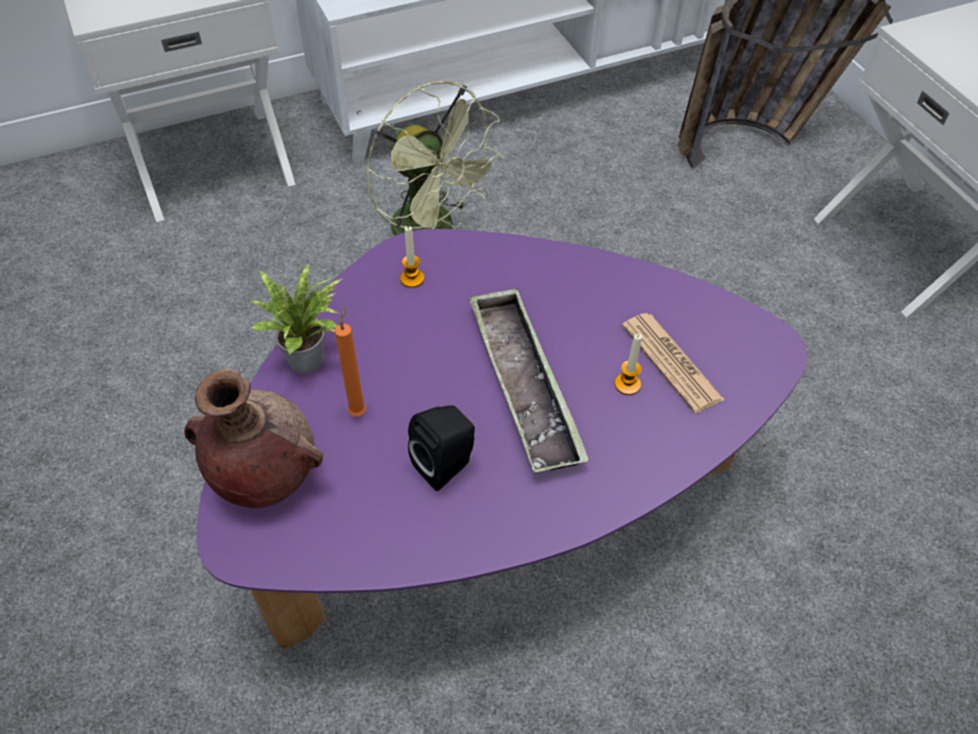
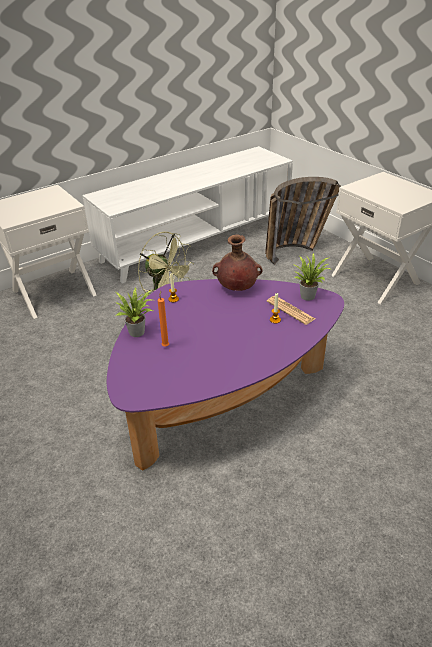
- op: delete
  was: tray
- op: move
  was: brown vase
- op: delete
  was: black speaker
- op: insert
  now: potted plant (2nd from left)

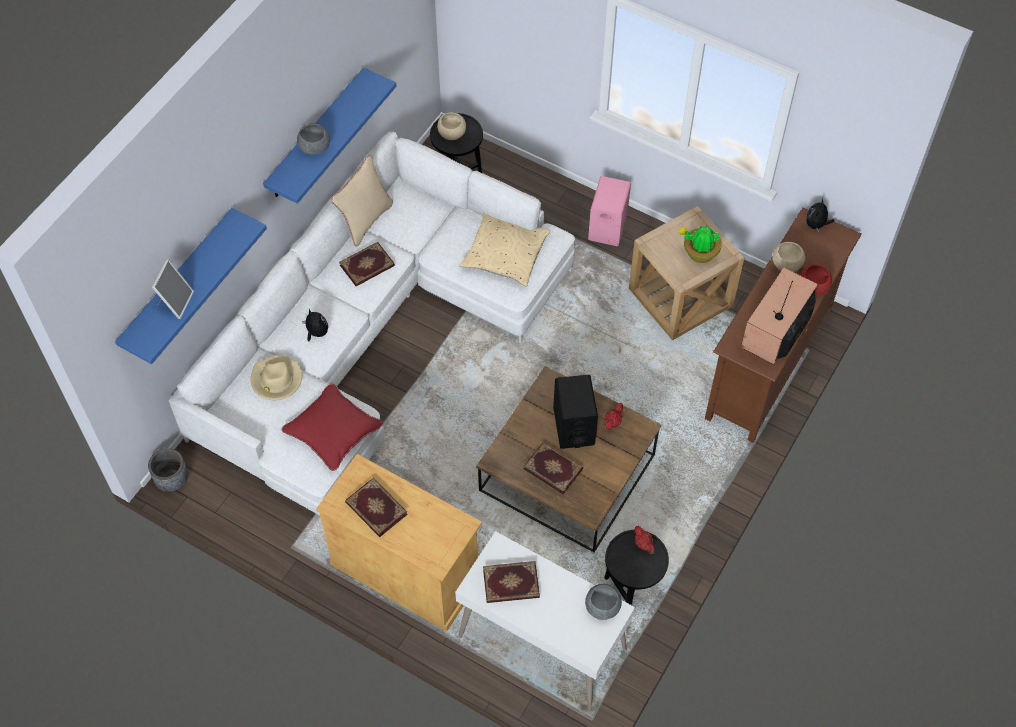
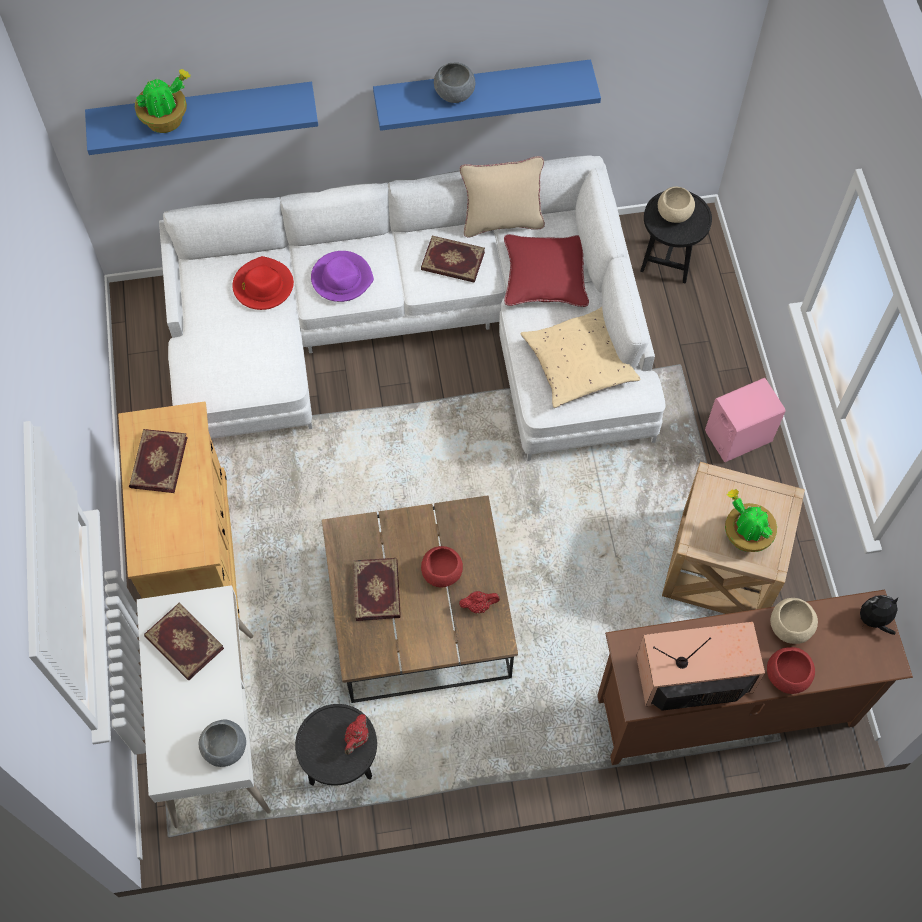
- op: replace
  was: picture frame
  now: potted plant (1st from left)
- op: replace
  was: plush toy (1st from left)
  now: purple hat
- op: recolor
  was: beige hat
  now: red hat
- op: replace
  was: black speaker
  now: red bowl (1st from left)
- op: move
  was: red pillow
- op: delete
  was: grey planter

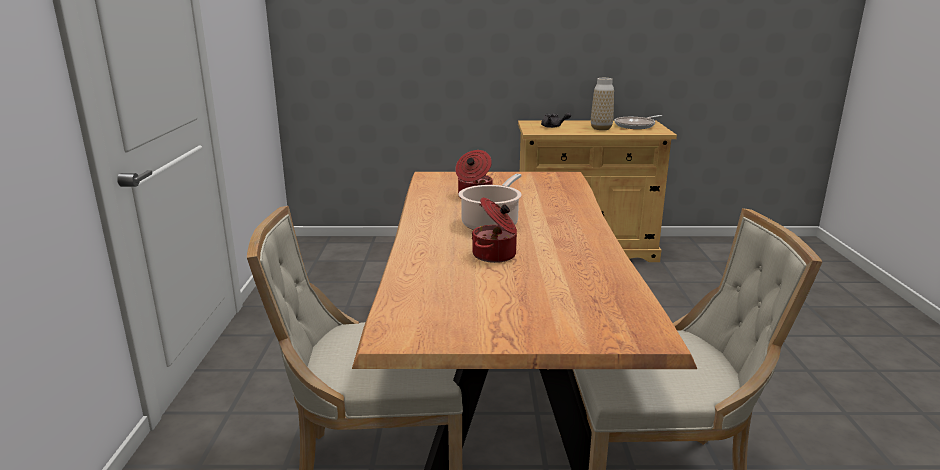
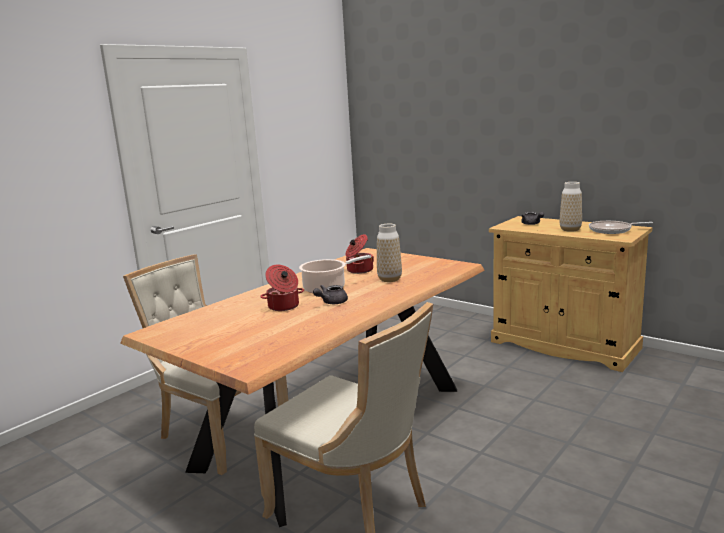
- op: insert
  now: vase (1st from left)
- op: insert
  now: grey teapot (1st from left)

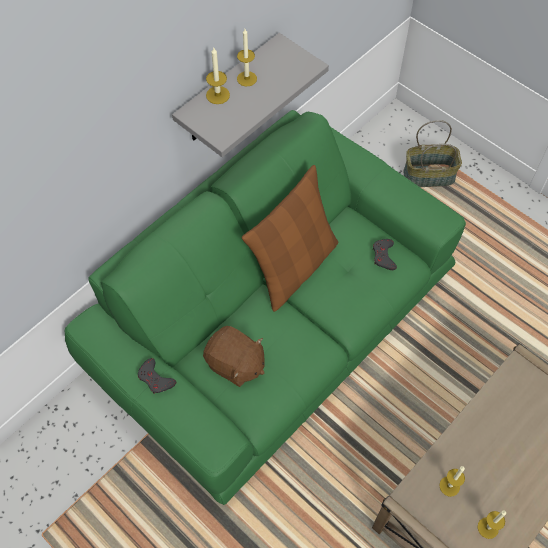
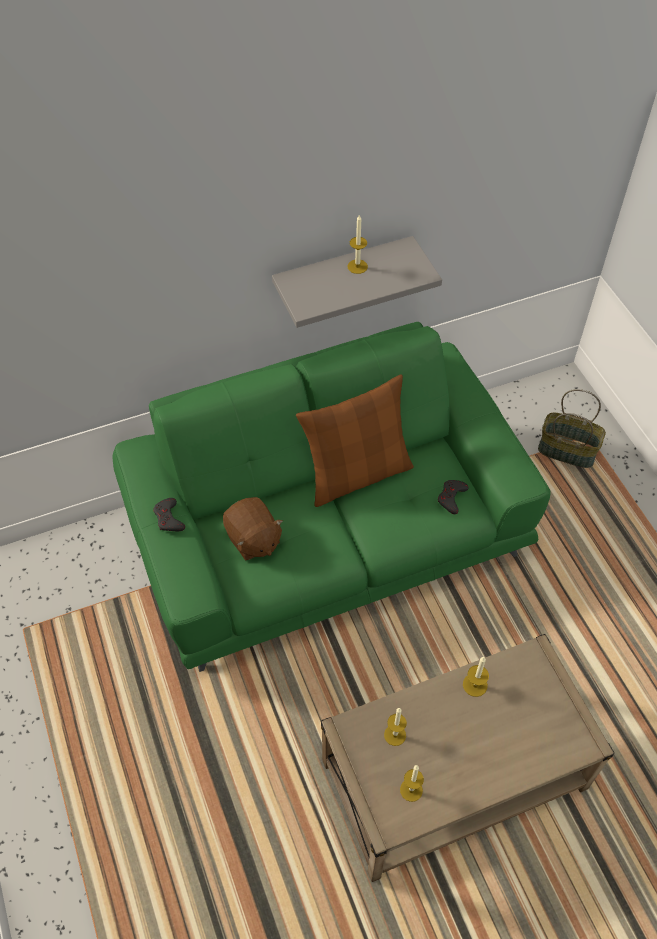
- op: move
  was: candle (1st from left in the first image)
  now: candle (4th from left)

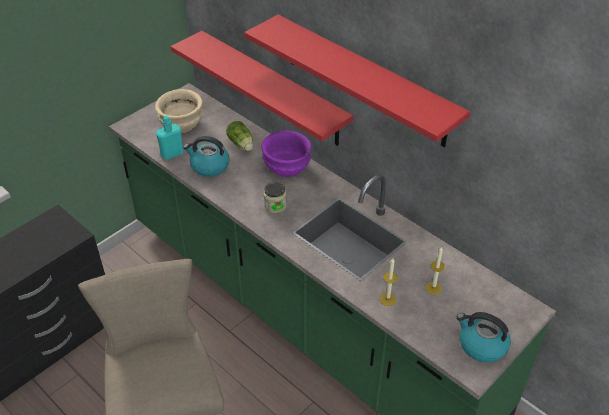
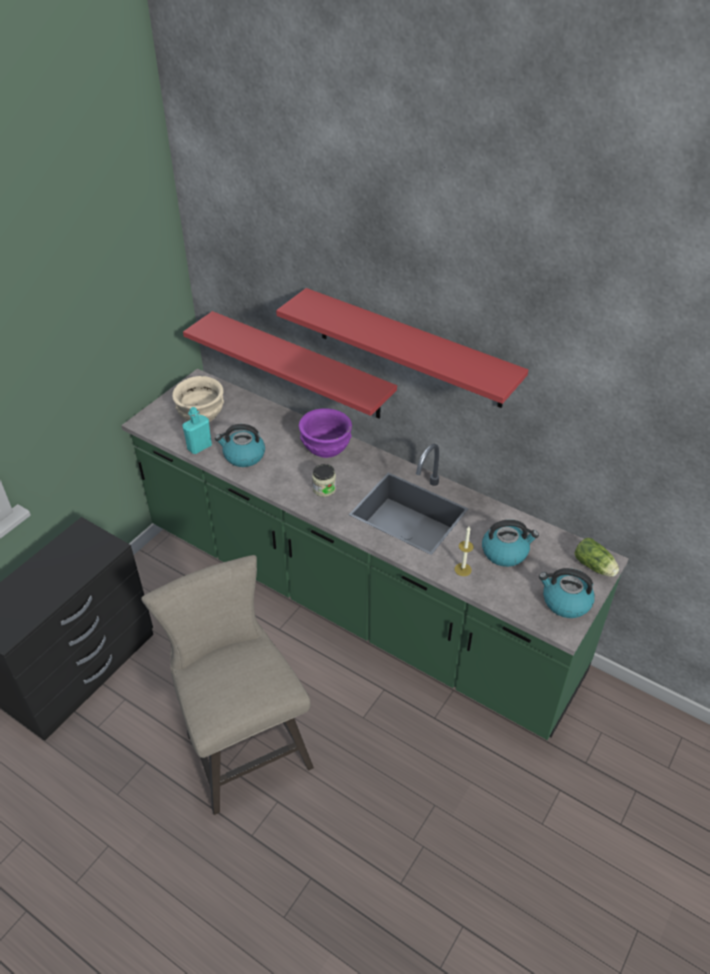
- op: move
  was: lettuce
- op: replace
  was: candle (2nd from left)
  now: kettle (2nd from left)

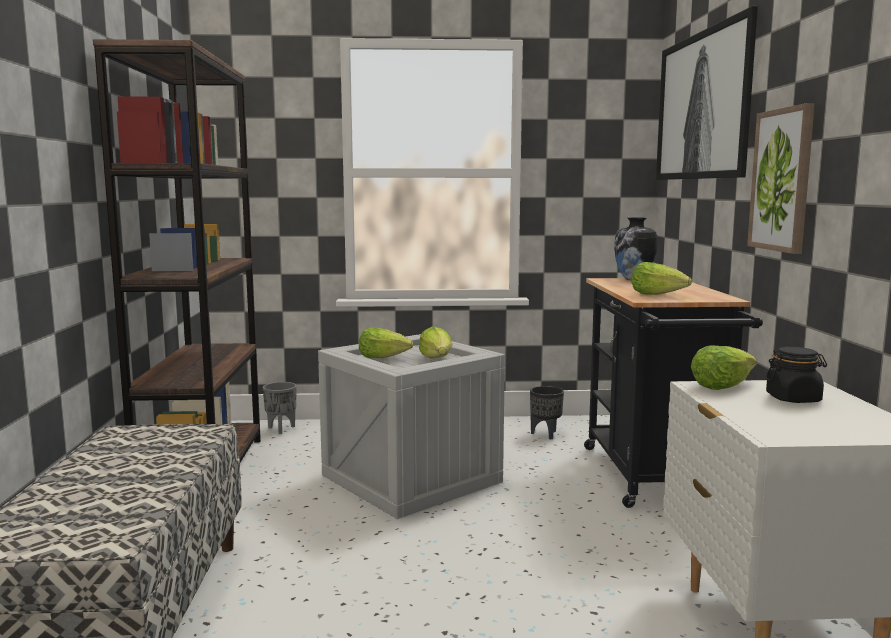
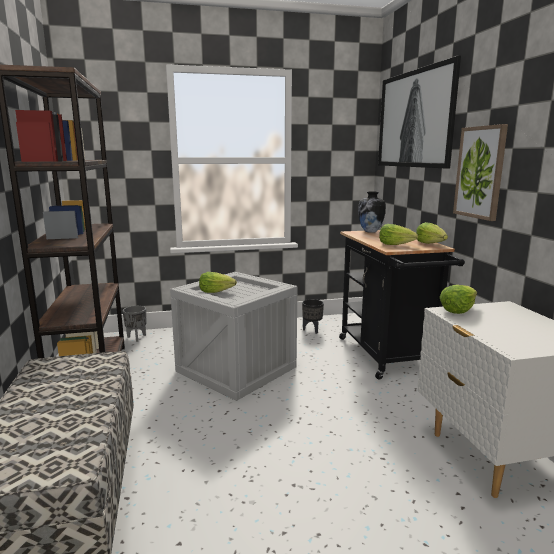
- op: move
  was: lettuce (2nd from left in the first image)
  now: lettuce (3rd from left)
- op: delete
  was: black jar

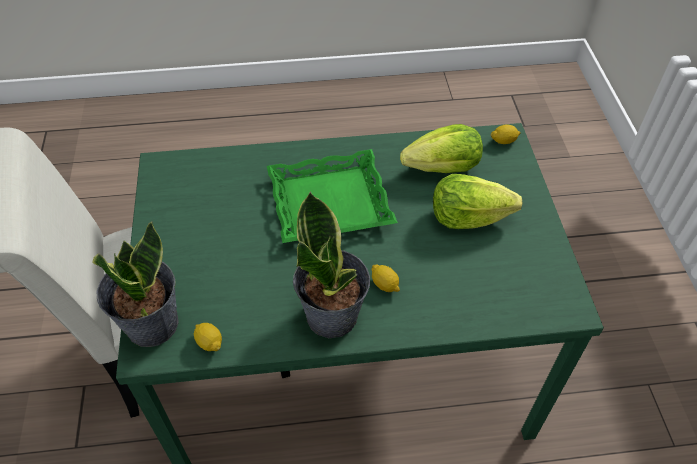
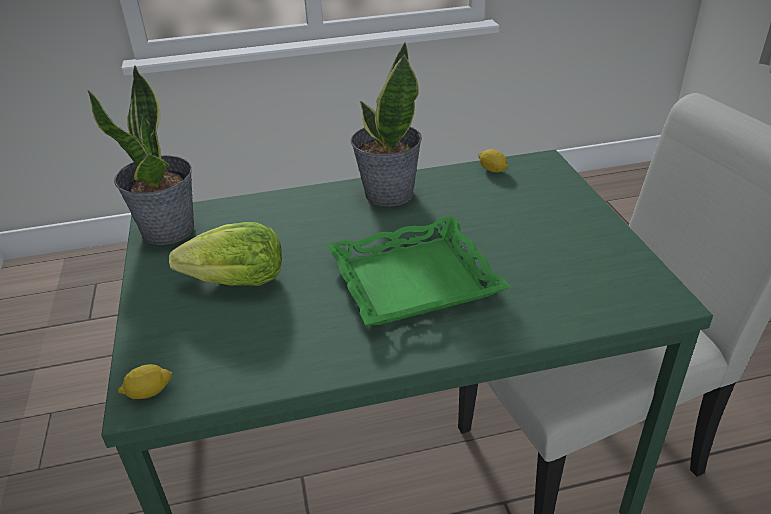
- op: delete
  was: lettuce (1st from left)
- op: move
  was: potted plant (1st from left)
- op: delete
  was: lemon (2nd from left)

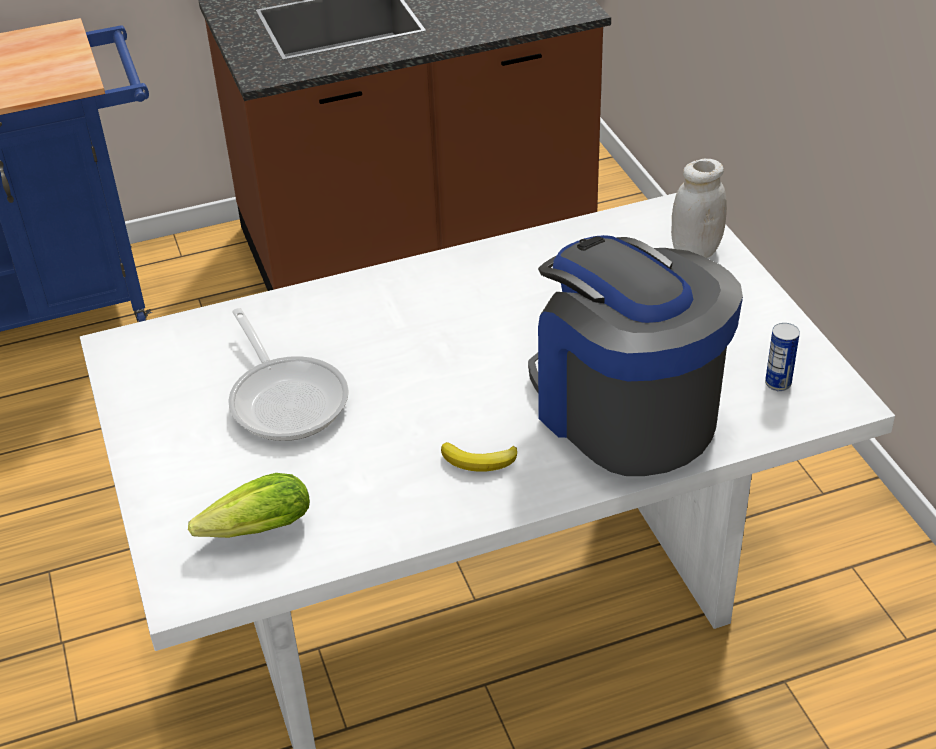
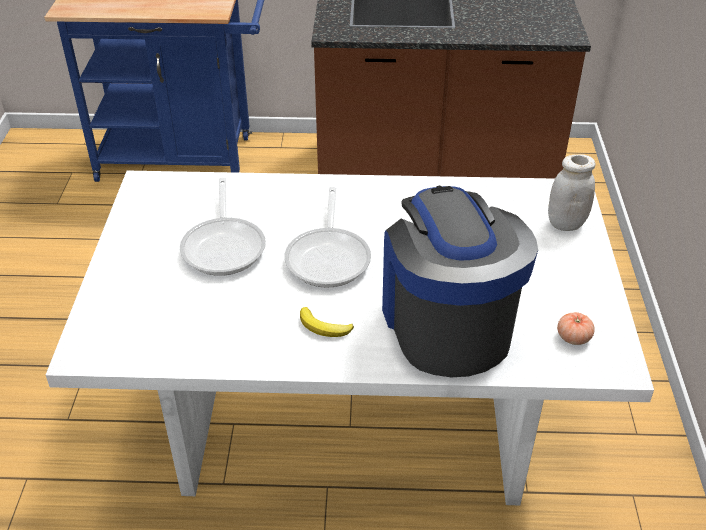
- op: replace
  was: can
  now: tomato
- op: delete
  was: lettuce
- op: insert
  now: frying pan (2nd from left)

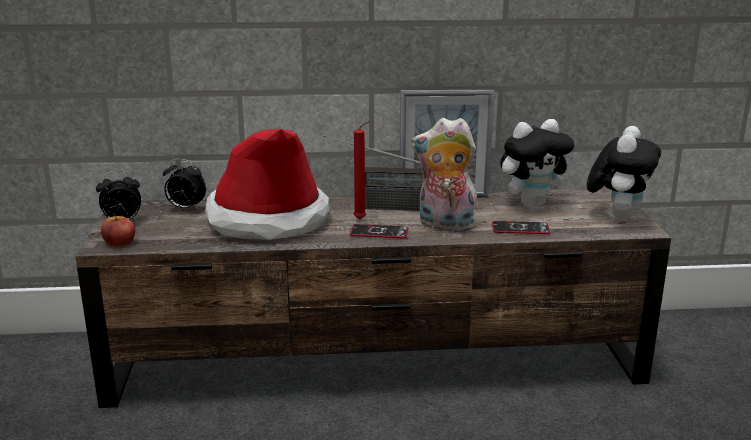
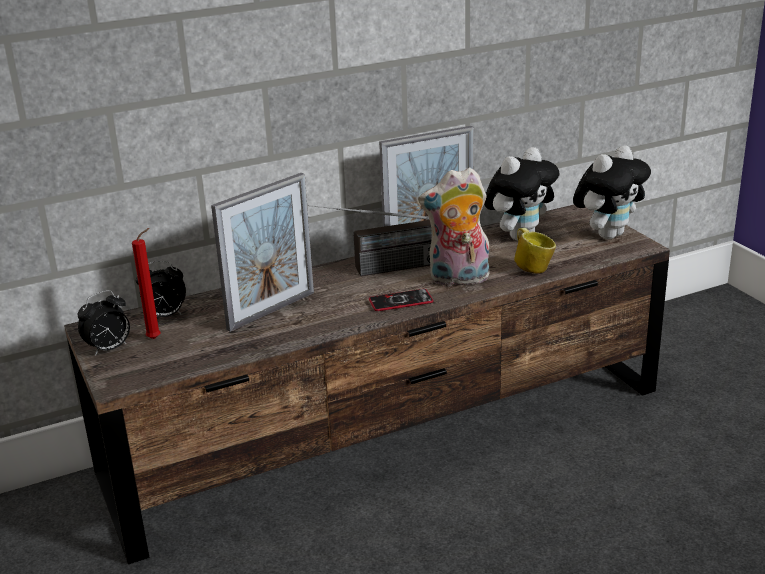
- op: move
  was: red candle
- op: rotate
  was: plush toy (3rd from left)
  clockwise: 45
- op: replace
  was: hat
  now: picture frame (1st from left)
- op: delete
  was: apple
- op: replace
  was: phone (2nd from left)
  now: mug

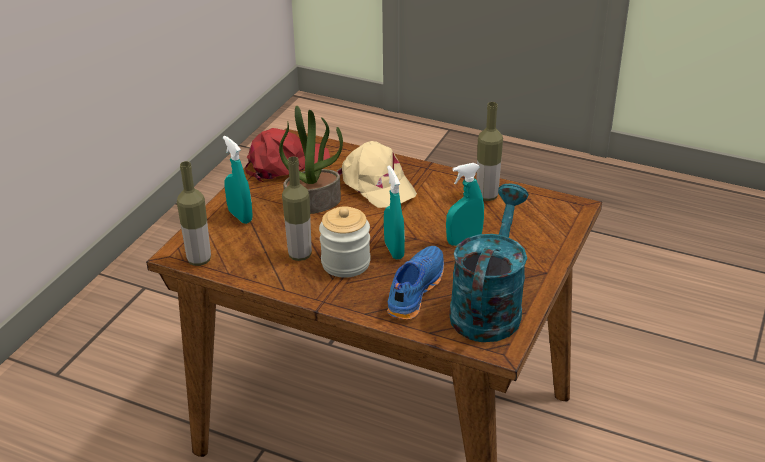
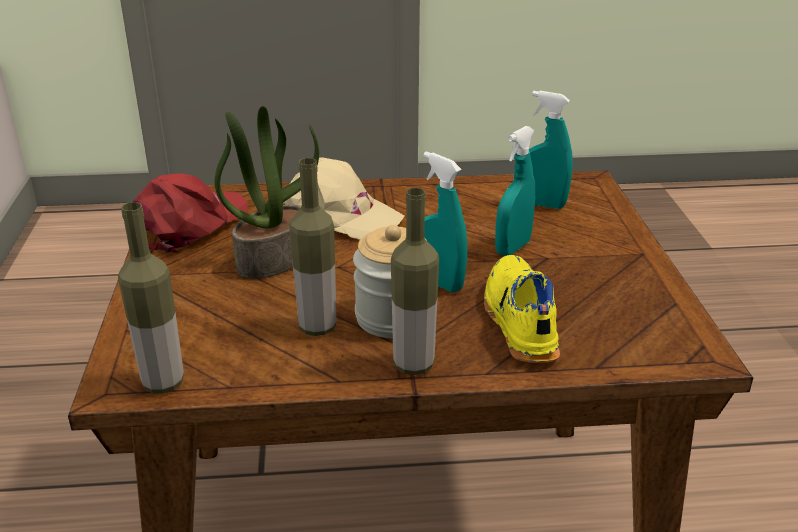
- op: move
  was: bottle (3rd from left)
- op: move
  was: turquoise spray bottle (1st from left in the first image)
  now: turquoise spray bottle (3rd from left)
- op: delete
  was: turquoise watering can
- op: recolor
  was: blue shoe
  now: yellow shoe

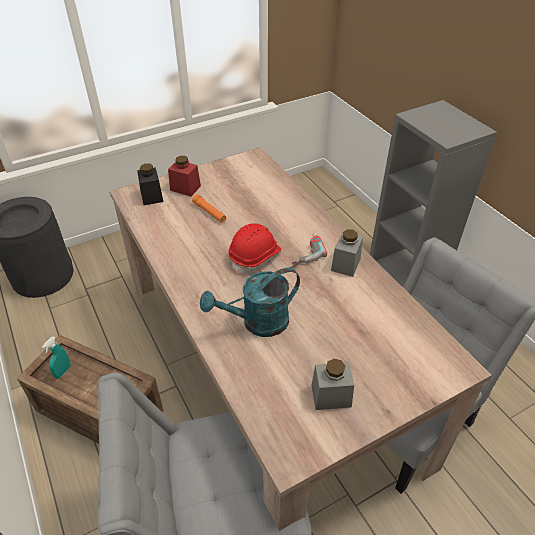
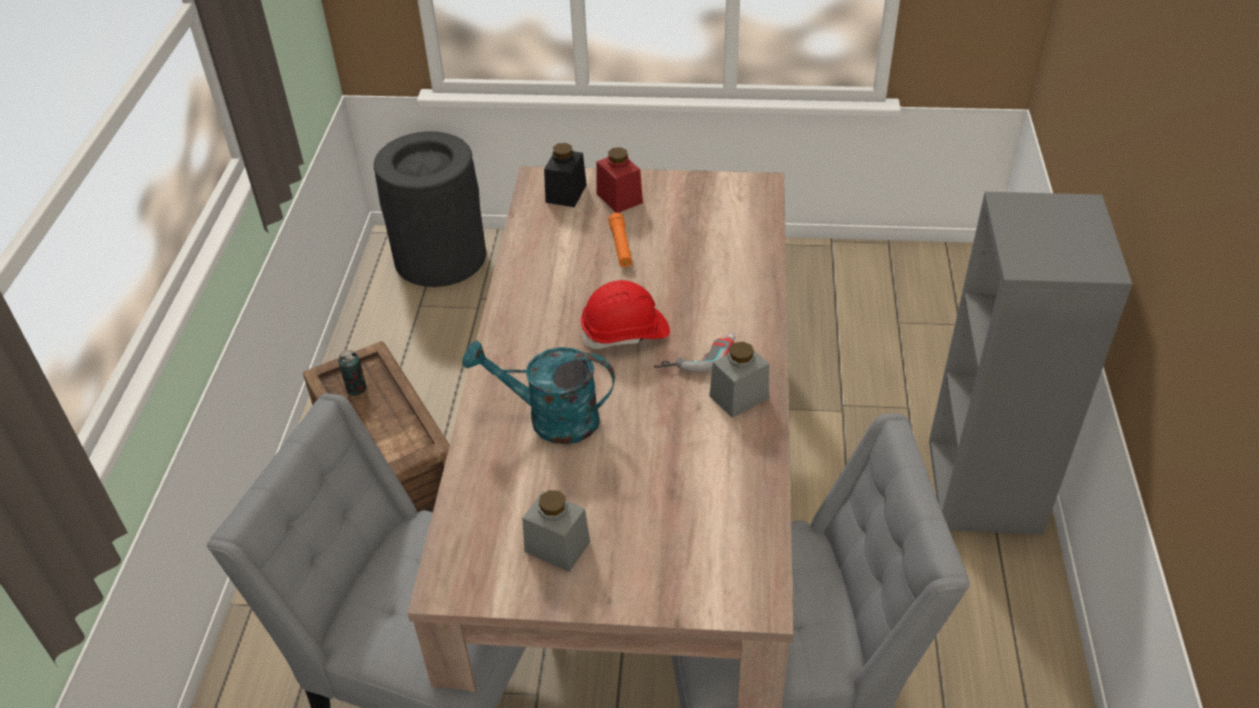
- op: replace
  was: turquoise spray bottle
  now: can

